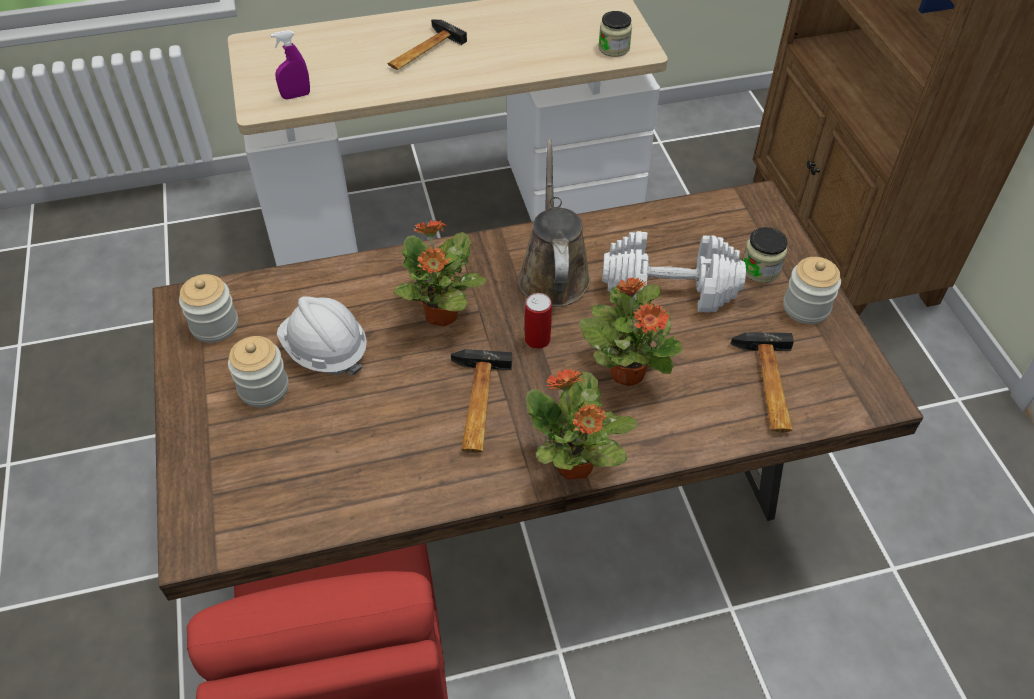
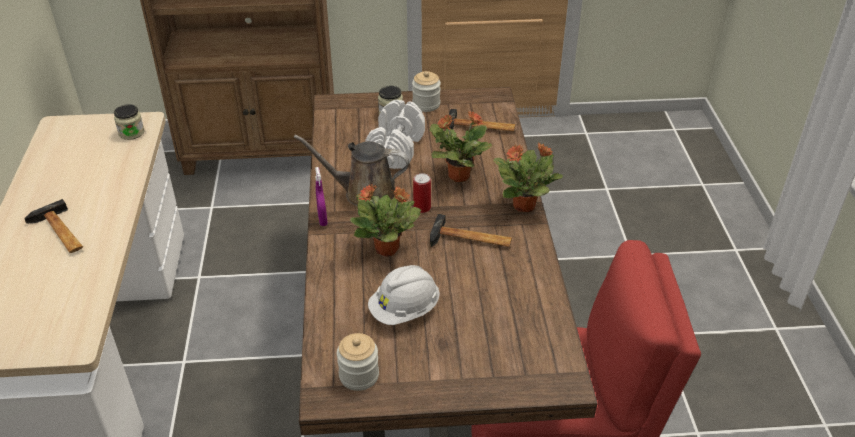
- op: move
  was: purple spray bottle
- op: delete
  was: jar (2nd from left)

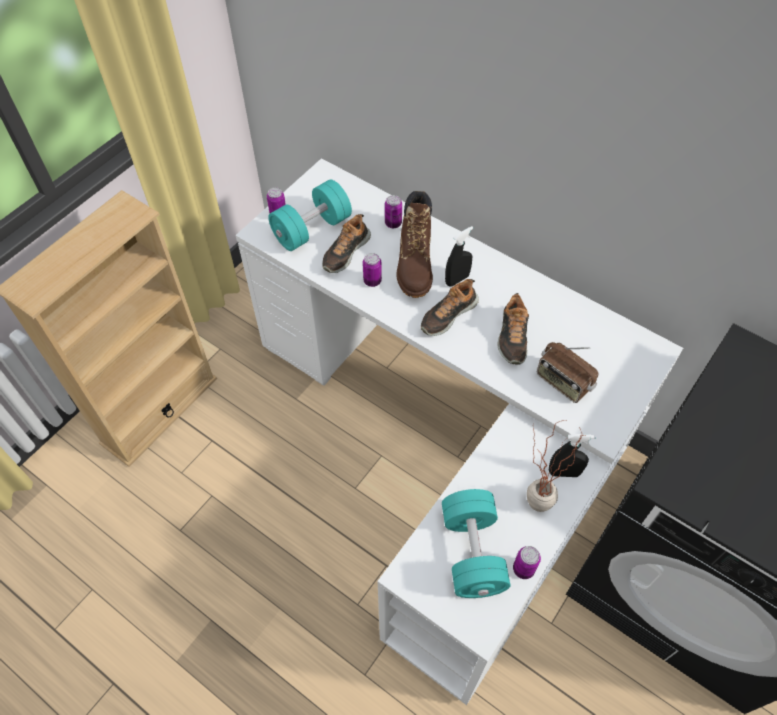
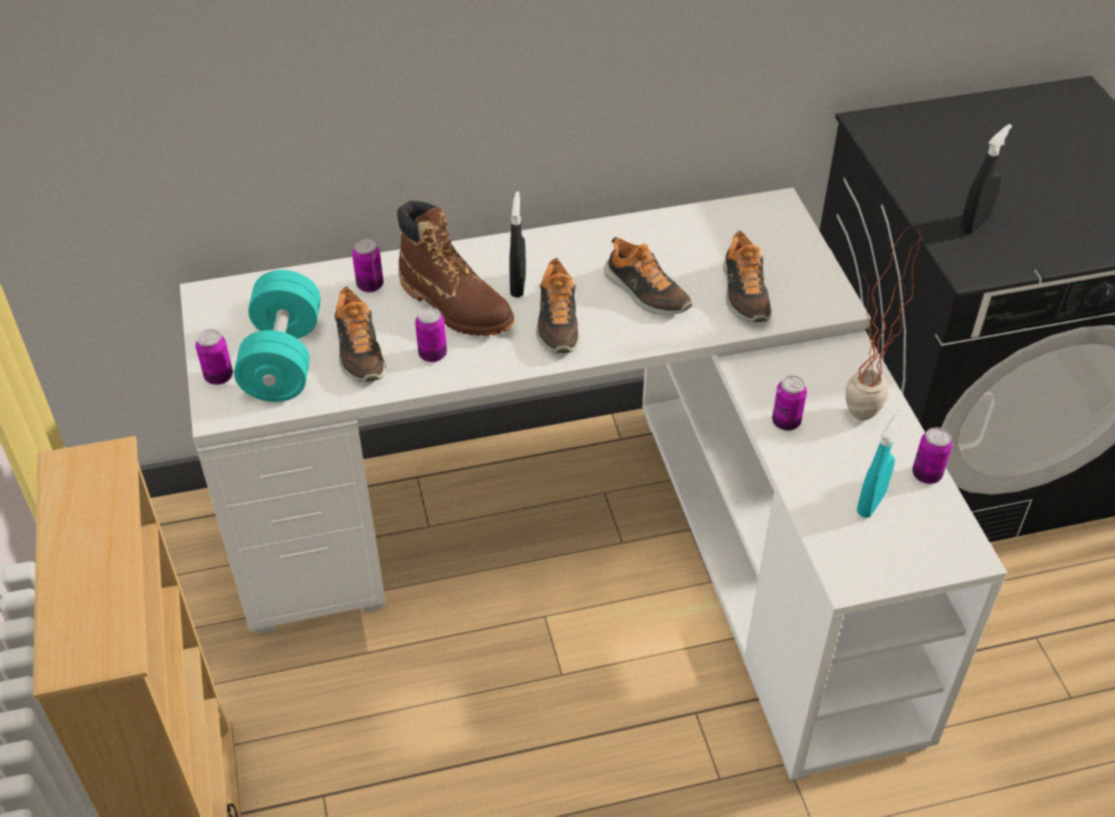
- op: replace
  was: radio
  now: shoe (4th from left)
- op: move
  was: black spray bottle (2nd from left)
- op: replace
  was: turquoise dumbbell (2nd from left)
  now: turquoise spray bottle
- op: insert
  now: can (4th from left)

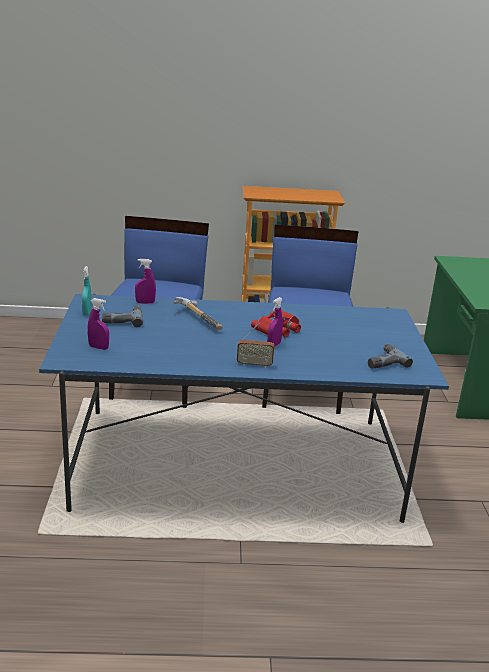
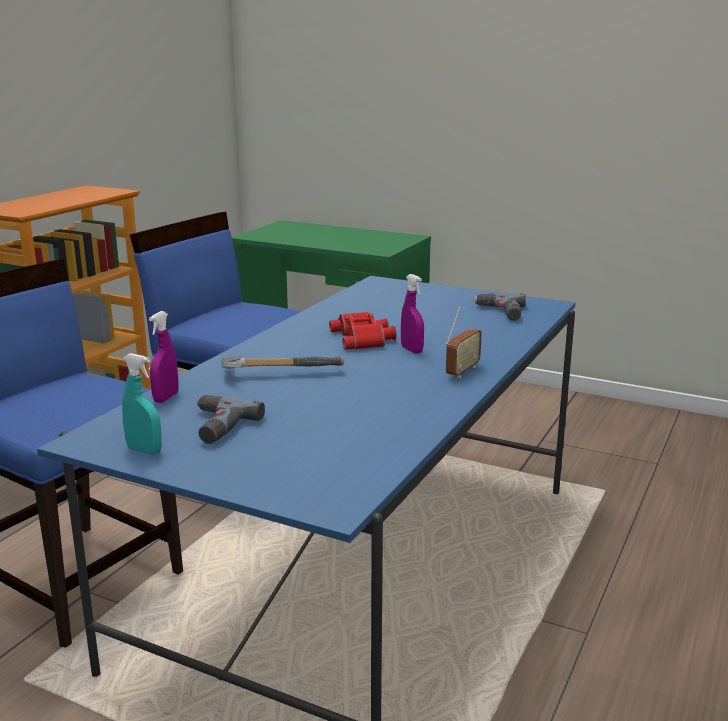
- op: delete
  was: purple spray bottle (1st from left)

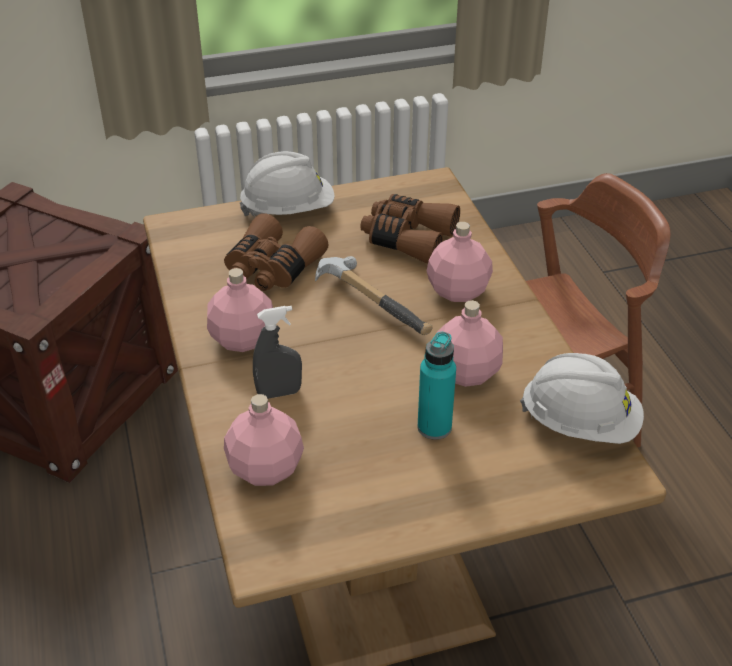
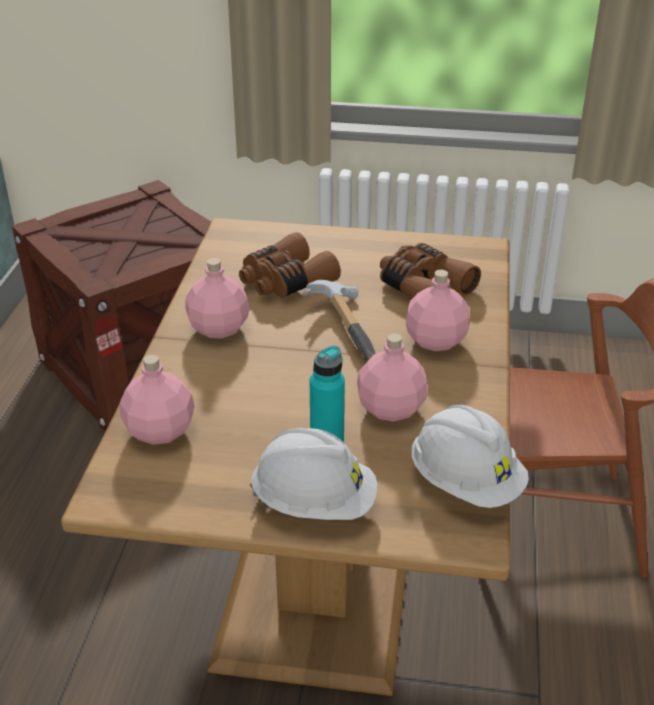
- op: move
  was: white hard hat (1st from left)
- op: delete
  was: grey spray bottle

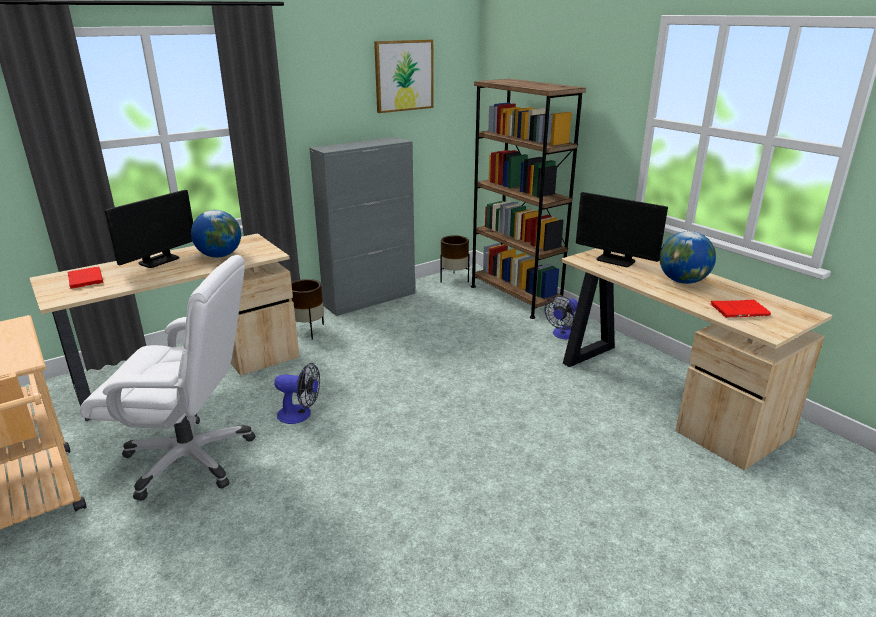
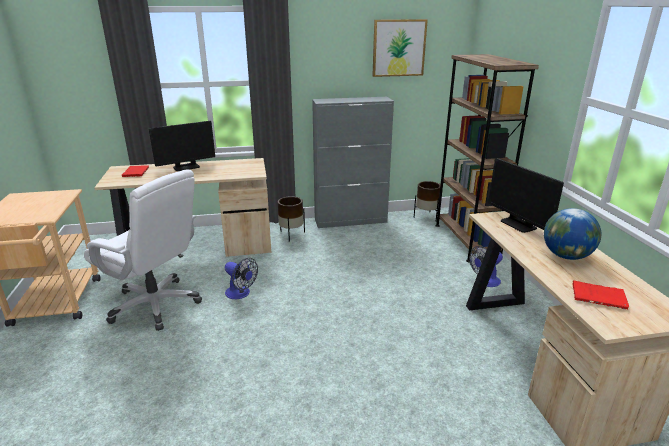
- op: delete
  was: globe (1st from left)

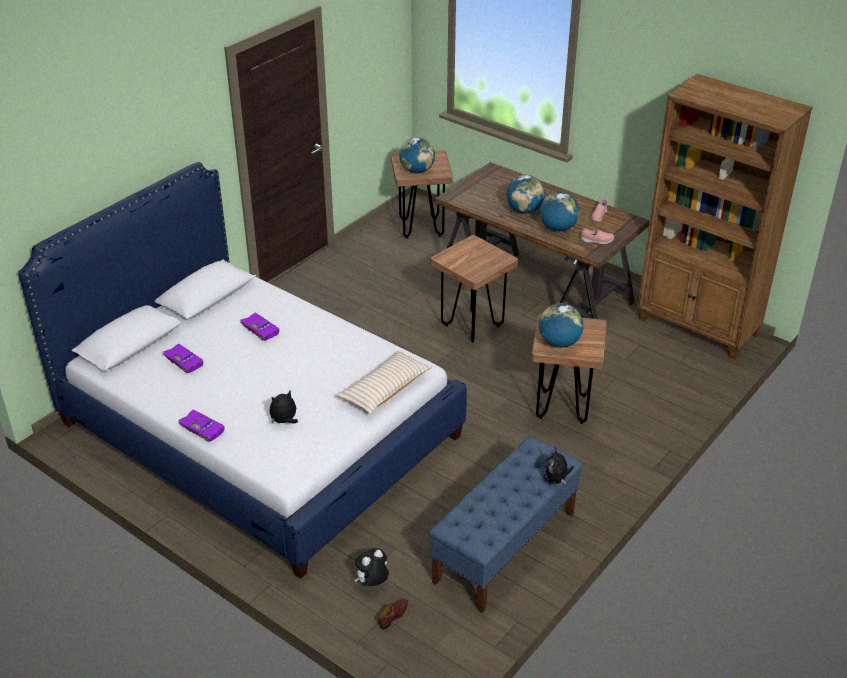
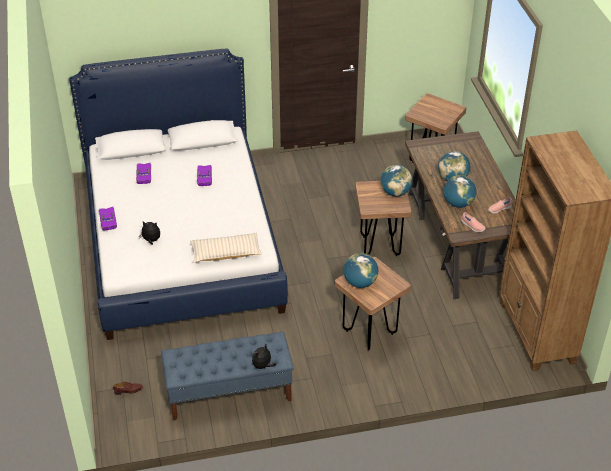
- op: move
  was: globe (1st from left in the first image)
  now: globe (2nd from left)
- op: delete
  was: plush toy (2nd from left)

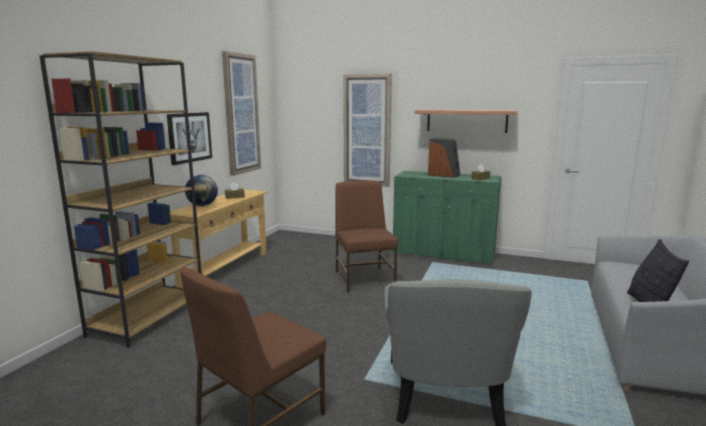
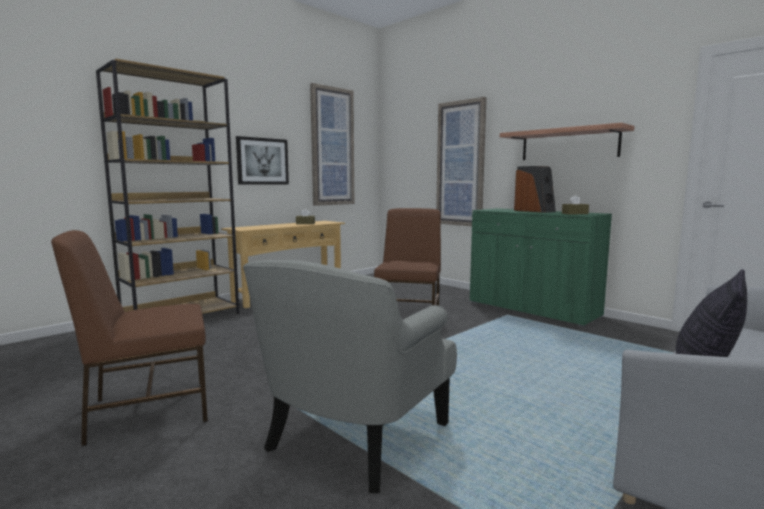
- op: delete
  was: globe

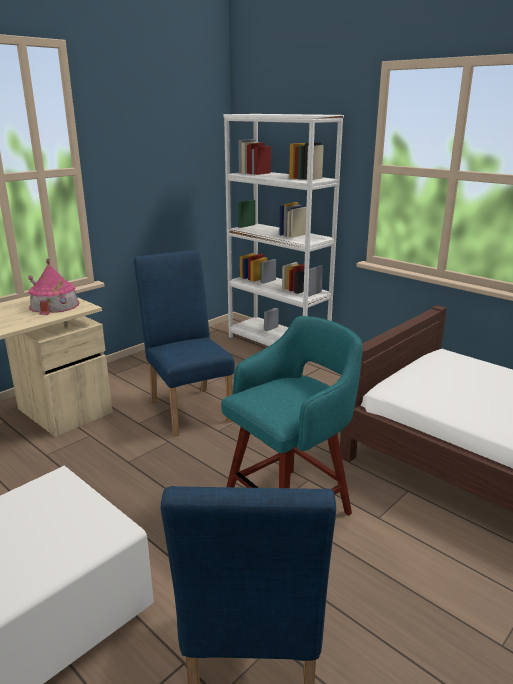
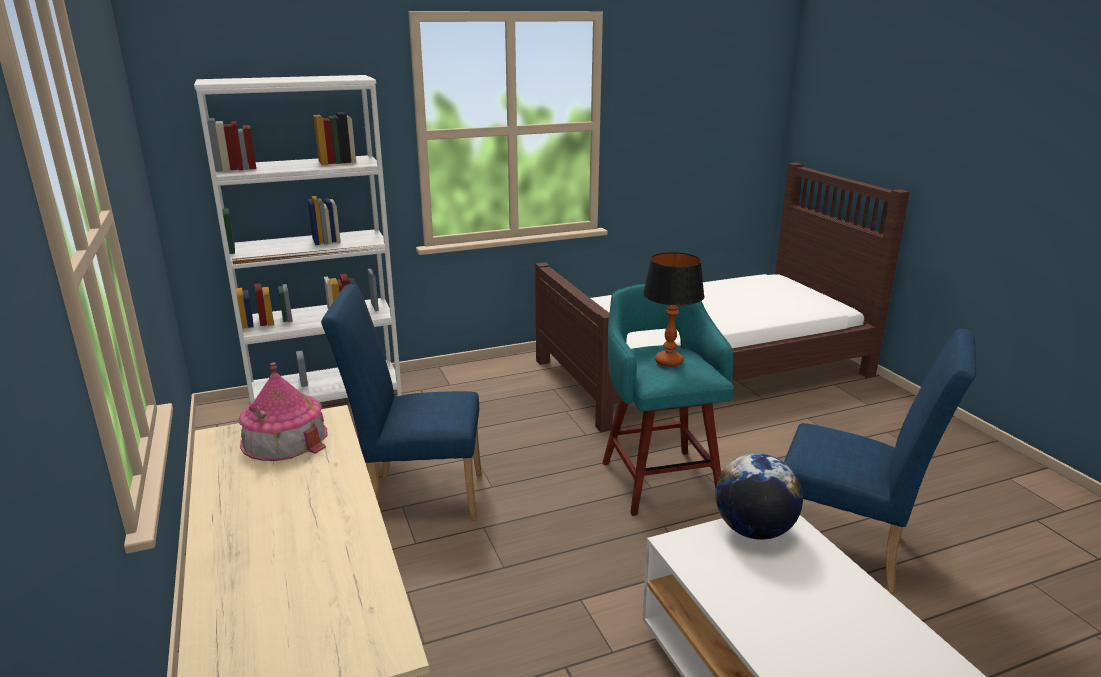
- op: insert
  now: table lamp
- op: insert
  now: globe

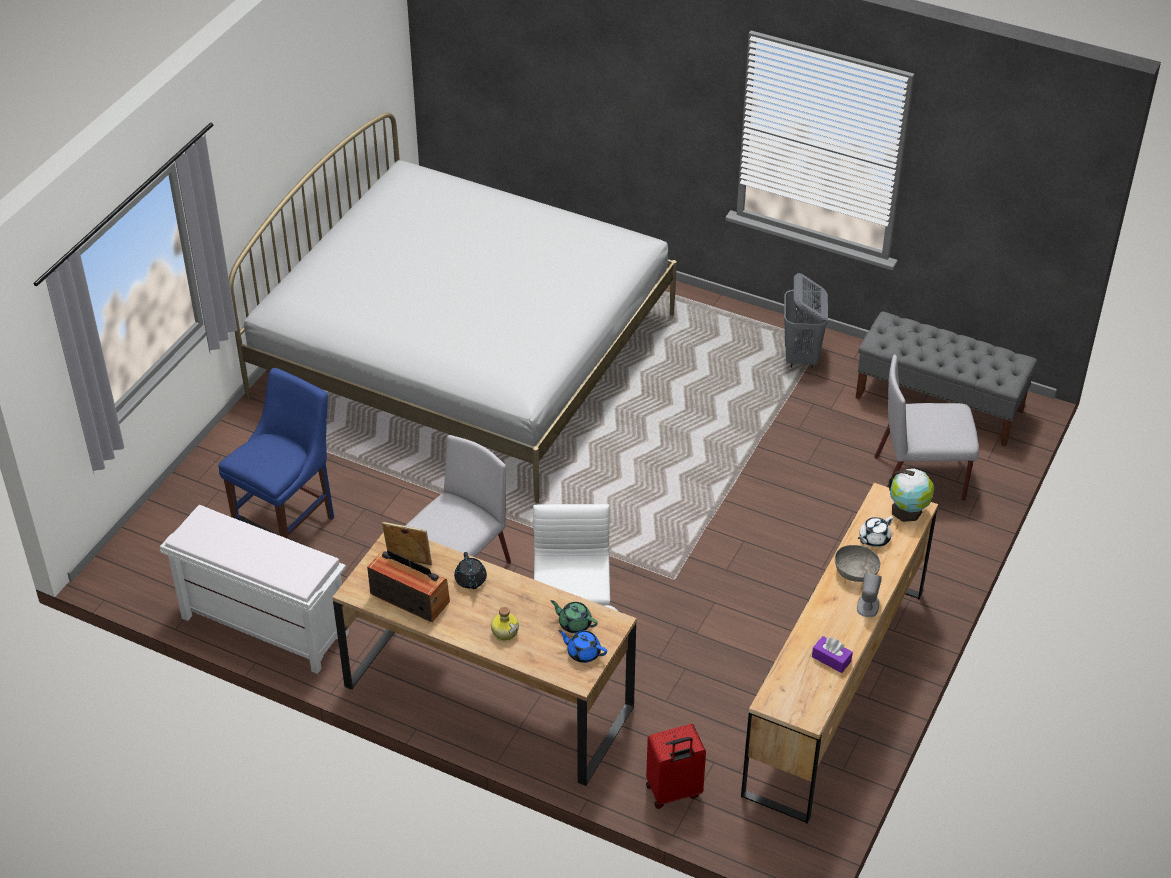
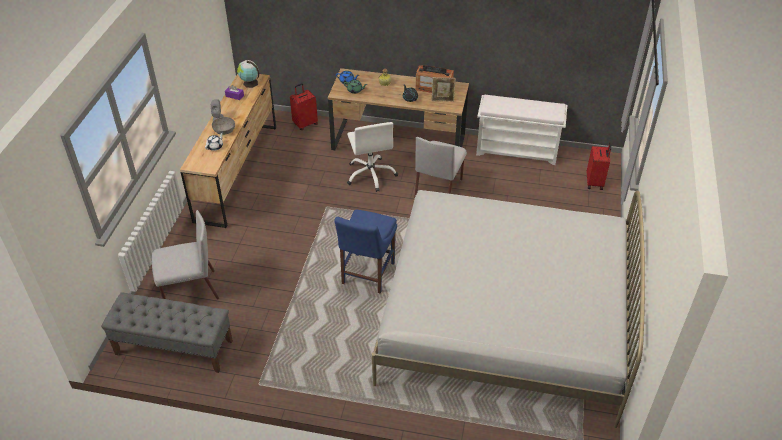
- op: delete
  was: grey laundry basket
- op: move
  was: blue chair
- op: move
  was: globe
- op: insert
  now: red suitcase (2nd from left)

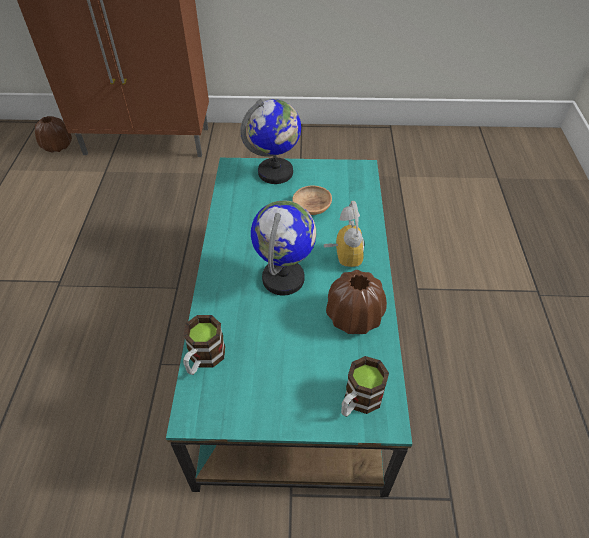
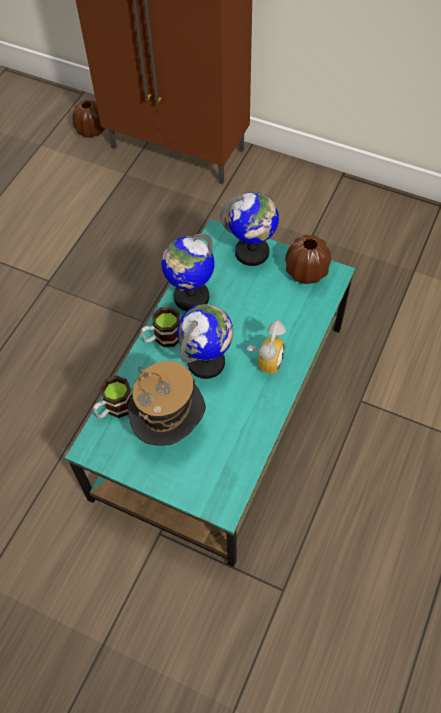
- op: delete
  was: brown bowl
- op: move
  was: brown vase (2nd from left)
- op: move
  was: mug (2nd from left)
- op: insert
  now: globe (1st from left)
- op: insert
  now: hat

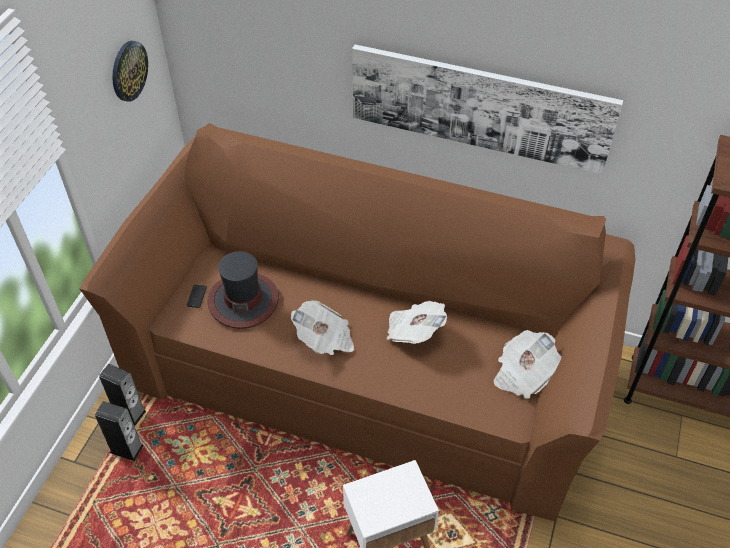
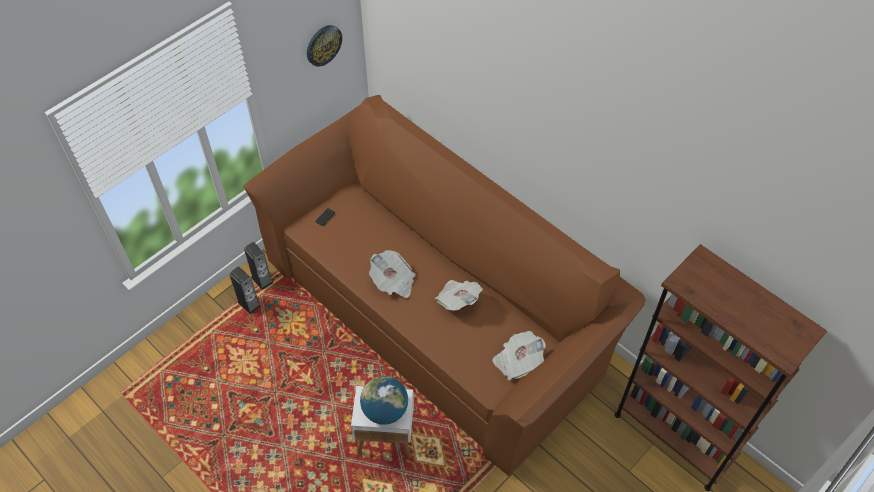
- op: delete
  was: picture
- op: delete
  was: hat
- op: insert
  now: globe

